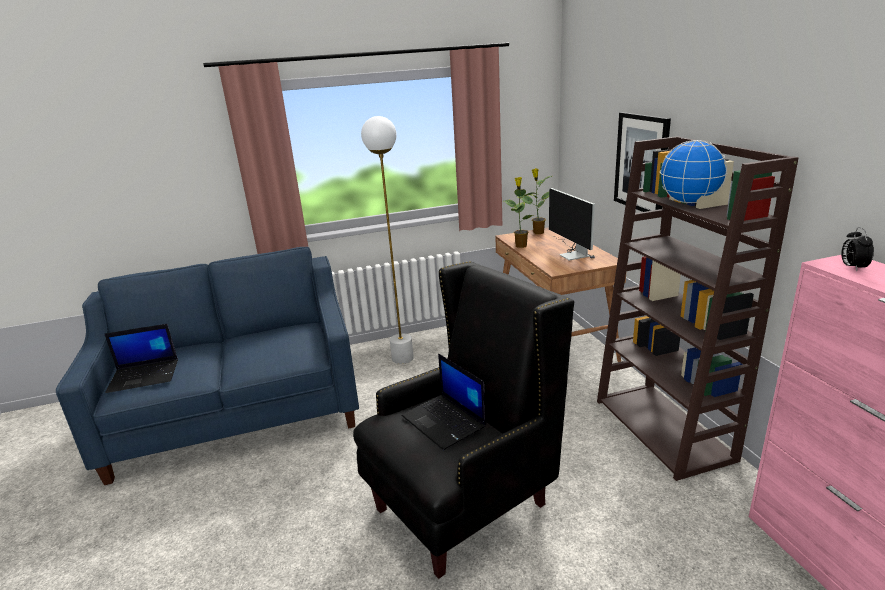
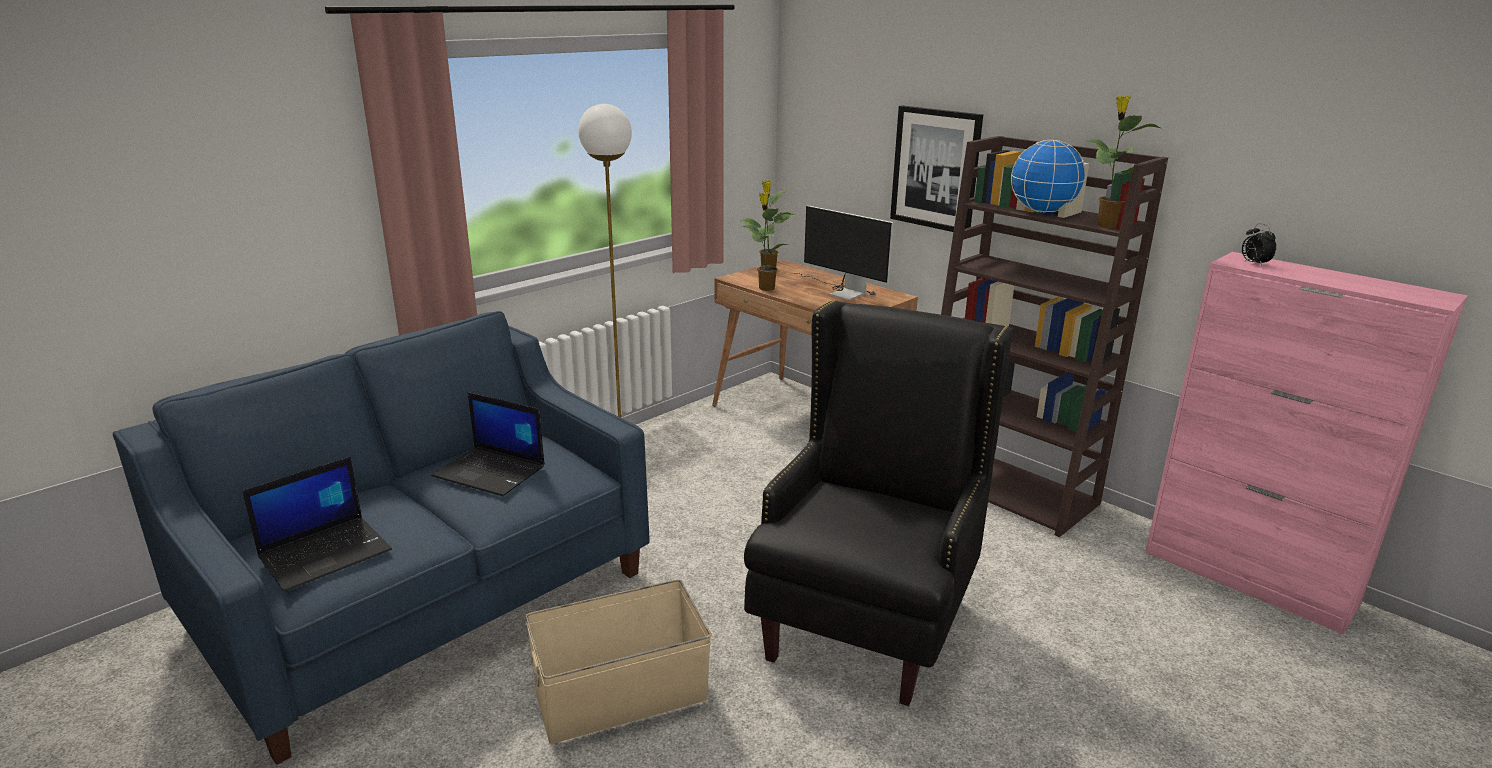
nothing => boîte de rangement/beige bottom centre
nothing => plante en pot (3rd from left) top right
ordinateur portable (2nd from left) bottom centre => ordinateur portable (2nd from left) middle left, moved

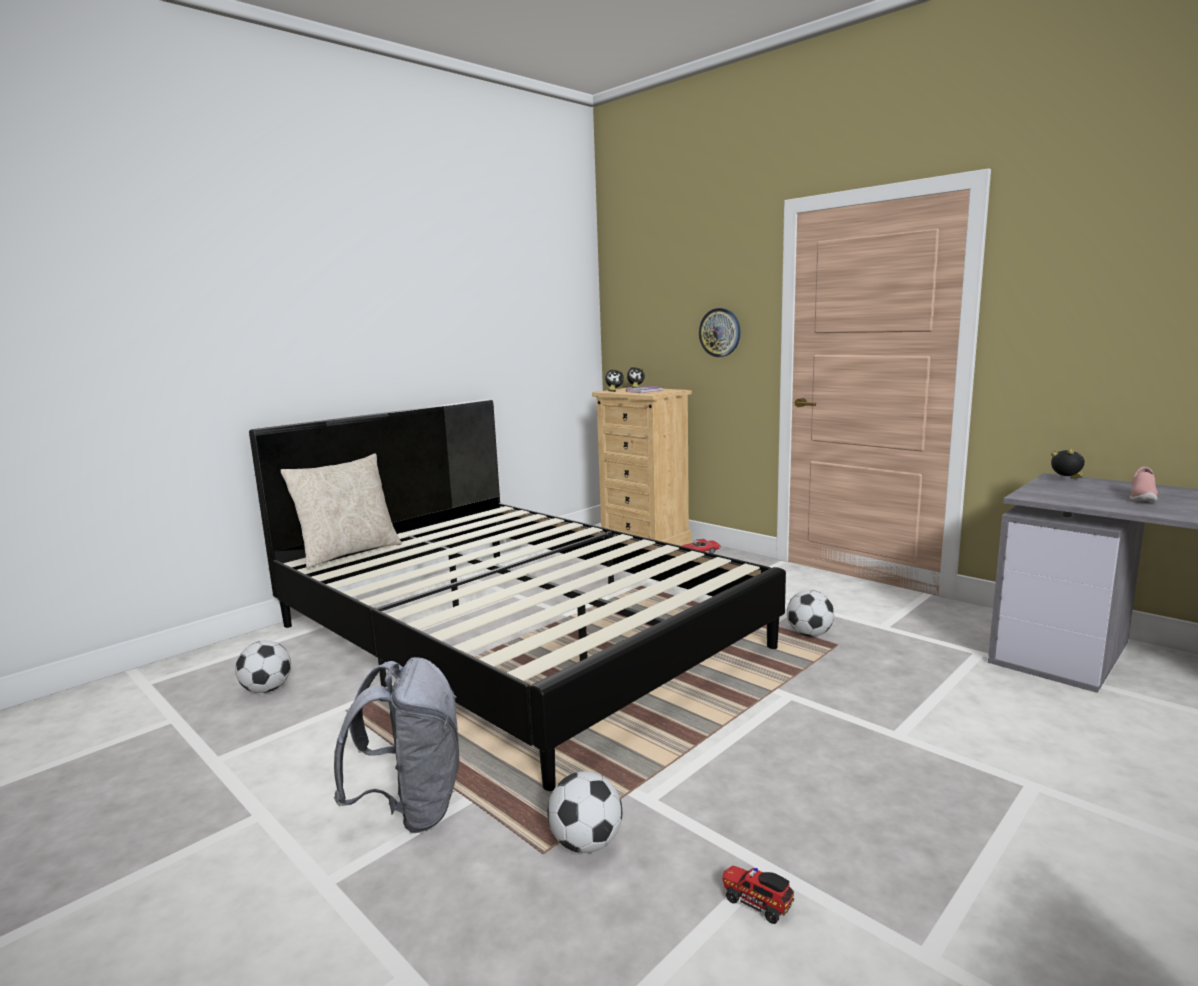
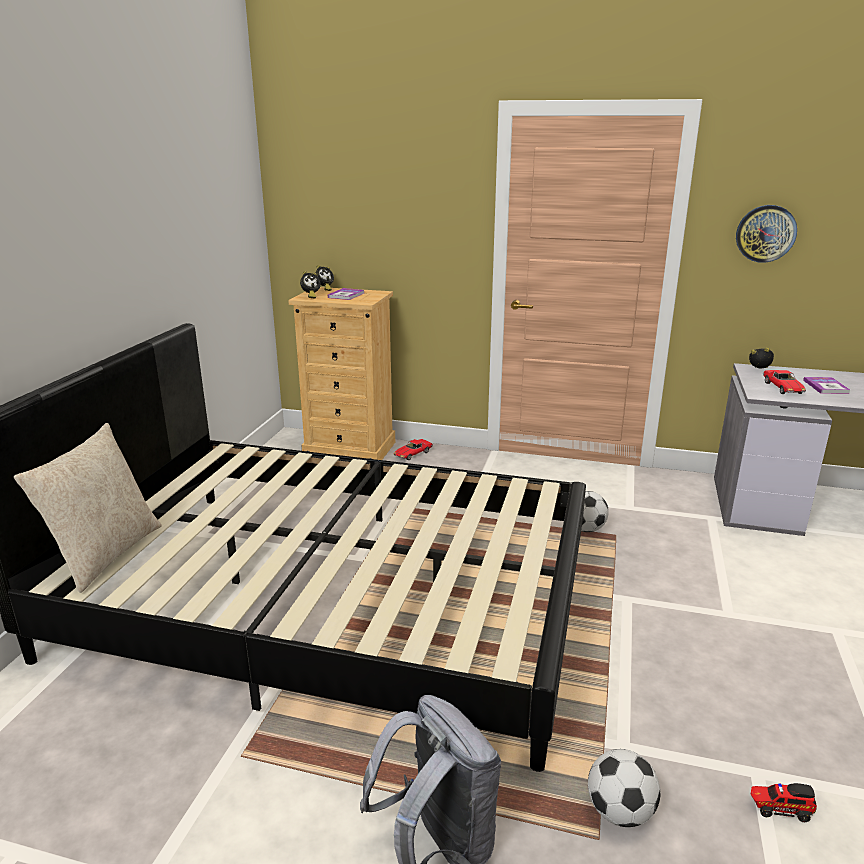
ballon de foot (1st from left) bottom left => nothing
nothing => petite voiture (2nd from left) middle right
horloge murale centre => horloge murale top right, moved
chaussure/rose middle right => livre (2nd from left) middle right

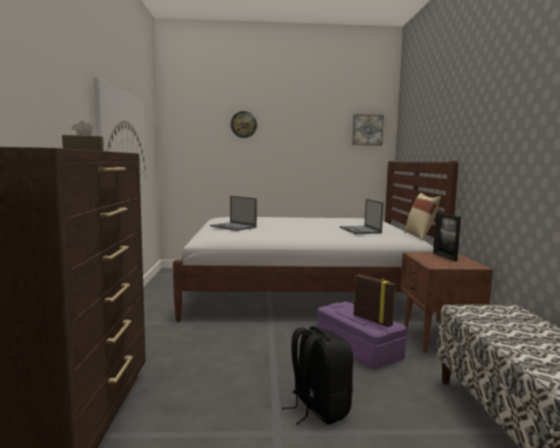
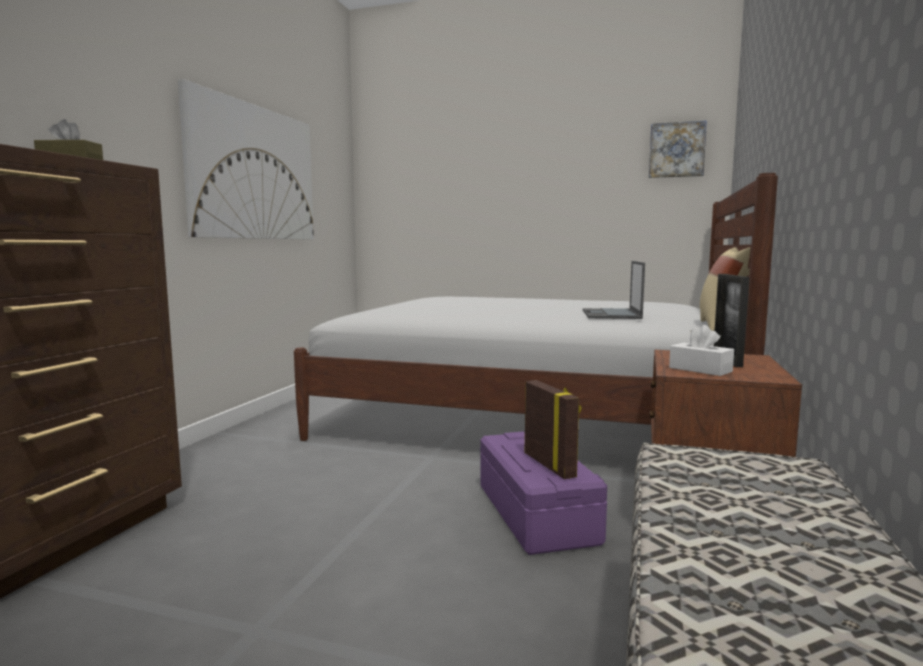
ordinateur portable (1st from left) centre => nothing
horloge murale top centre => nothing
sac à dos/noir bottom centre => nothing
nothing => boîte à mouchoirs/blanc middle right

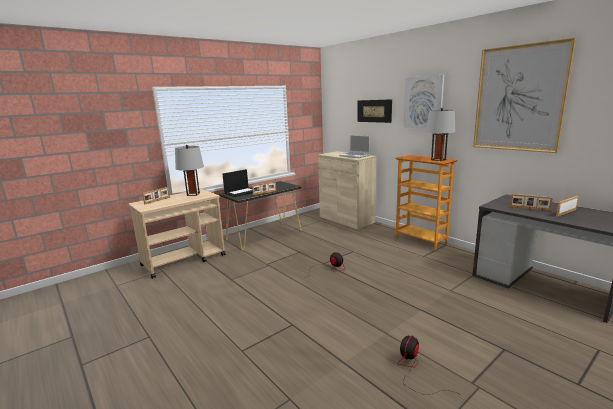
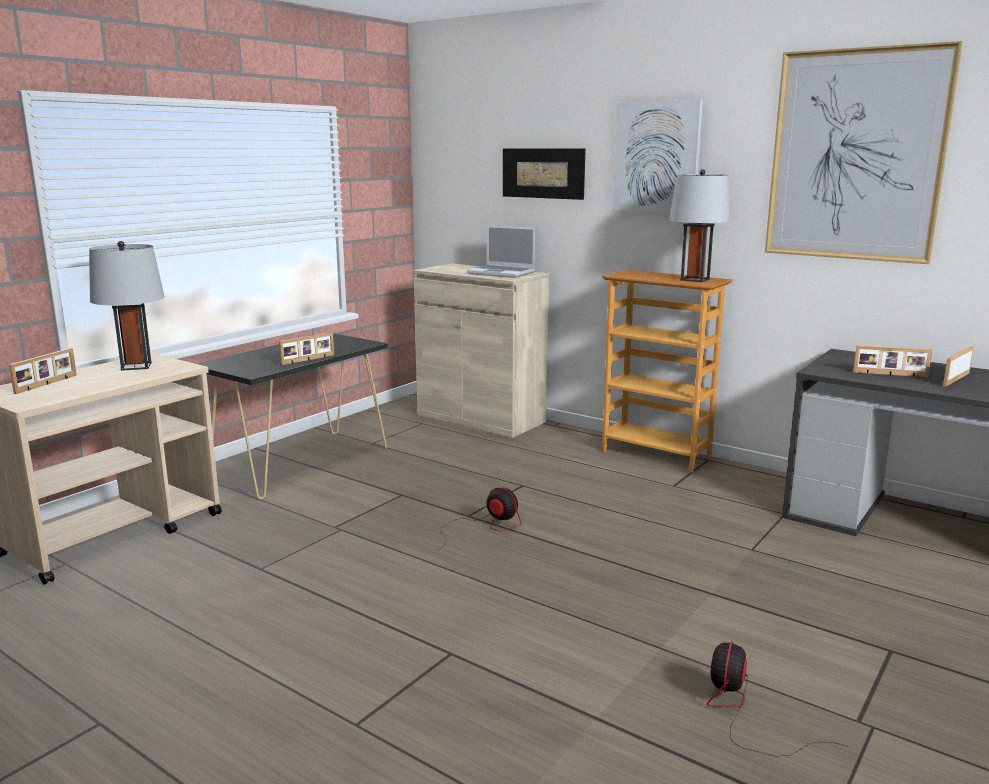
ordinateur portable (1st from left) centre => nothing

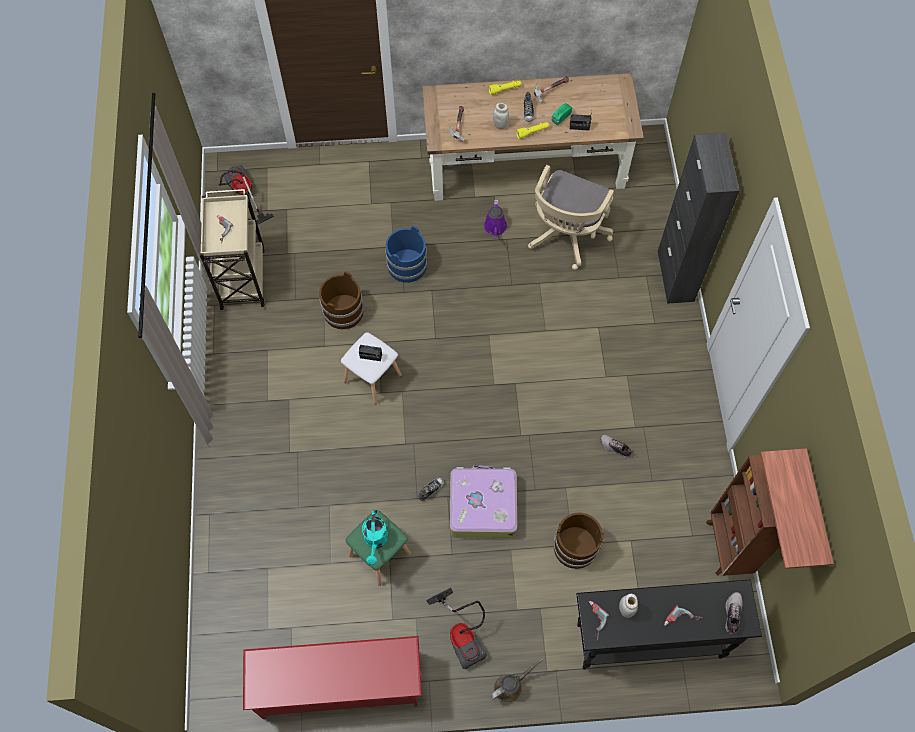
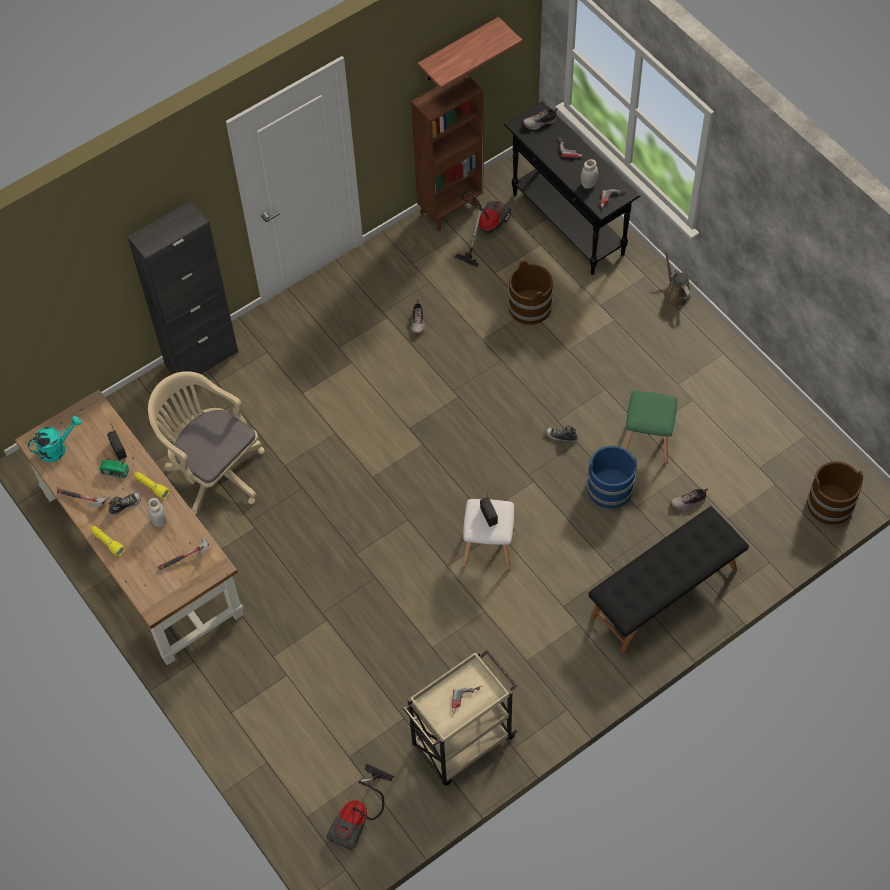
étagère à chaussures/rouge bottom centre => nothing
valise bottom centre => nothing
arrosoir/violet top centre => nothing
nothing => banc/noir middle right
nothing => chaussure (5th from left) middle right
seau/marron (1st from left in the first image) centre => seau/marron (2nd from left) middle right, moved
arrosoir/turquoise bottom centre => arrosoir/turquoise middle left, moved
seau/bleu centre => seau/bleu middle right, moved
aspirateur (2nd from left) bottom centre => aspirateur (2nd from left) top centre, moved
arrosoir/marron bottom centre => arrosoir/marron top right, 45 degrees clockwise
chaise de bureau/beige top centre => chaise de bureau/beige middle left, 135 degrees counterclockwise

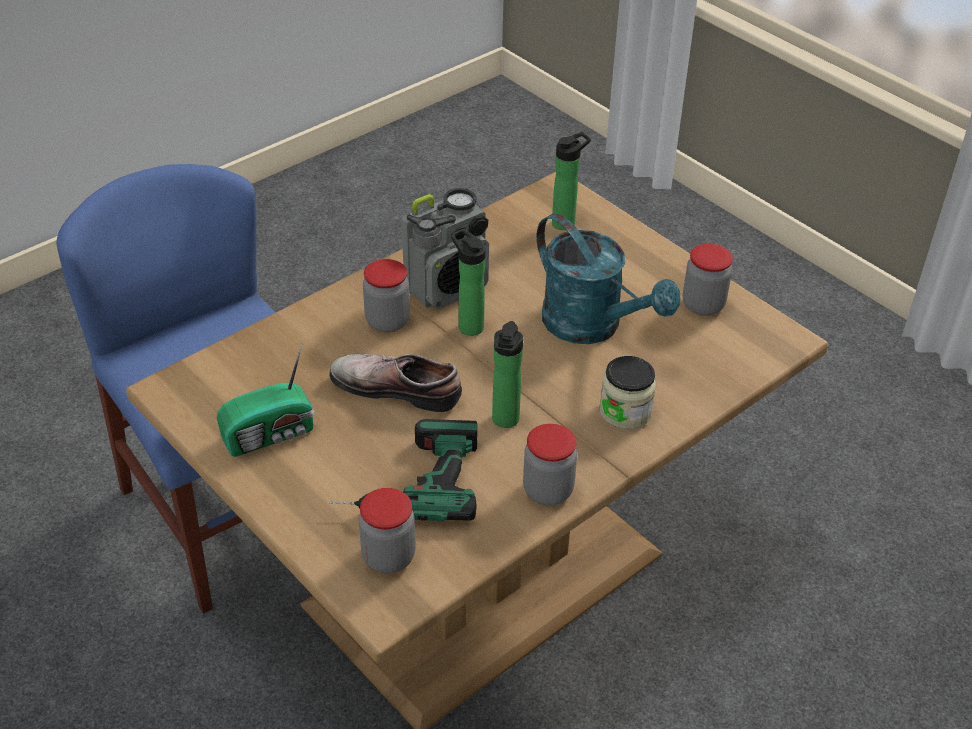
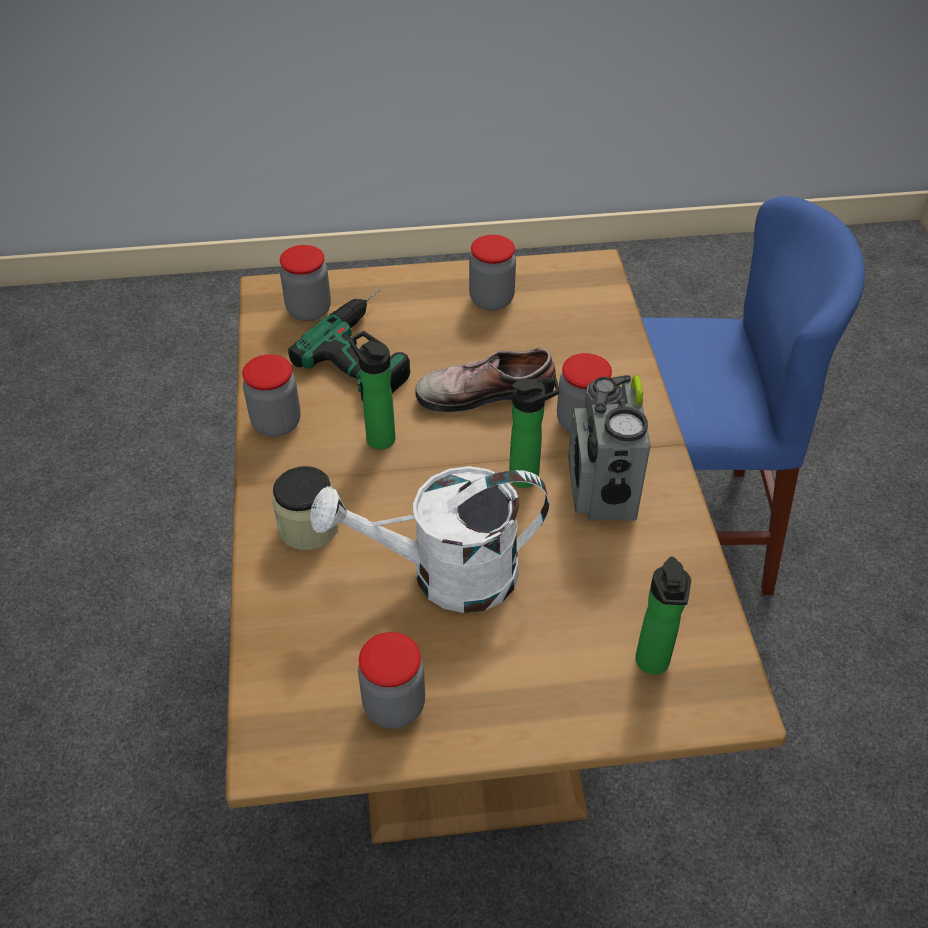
radio (1st from left) middle left => bocal (5th from left) top centre
arrosoir/turquoise centre => arrosoir/blanc centre
chaussure centre, 150 degrees counterclockwise

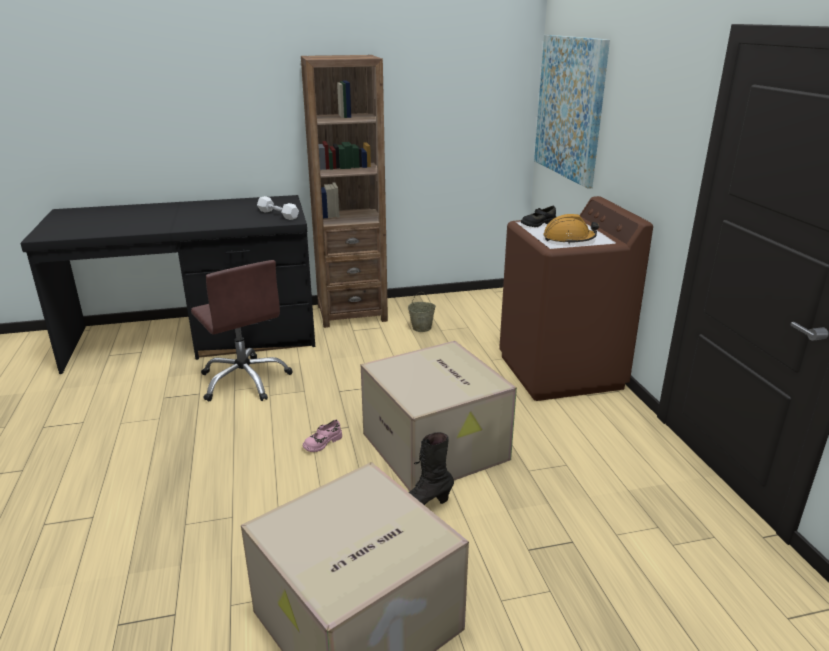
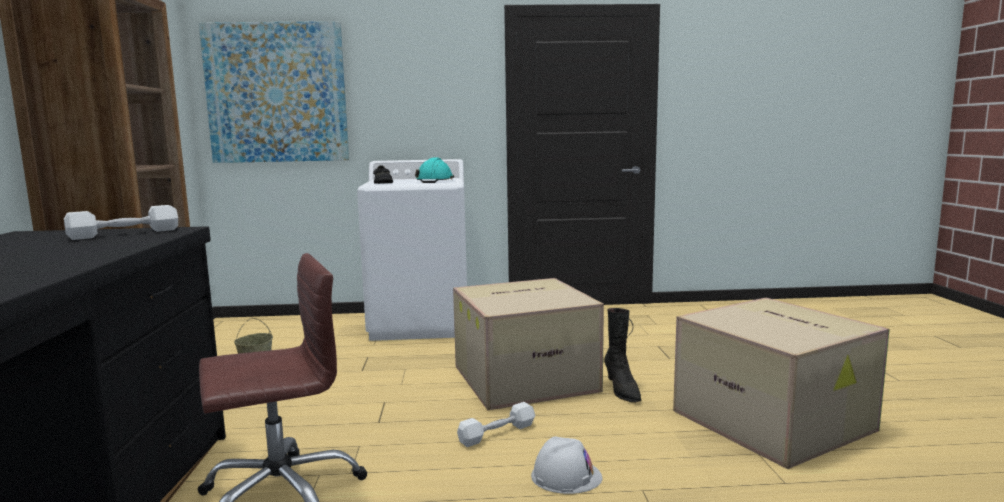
nothing => casque de chantier/blanc bottom centre
chaussure/rose bottom centre => haltère/blanc (2nd from left) bottom centre
lave-linge/marron middle right => lave-linge/blanc centre
casque de chantier/orange middle right => casque de chantier/turquoise centre

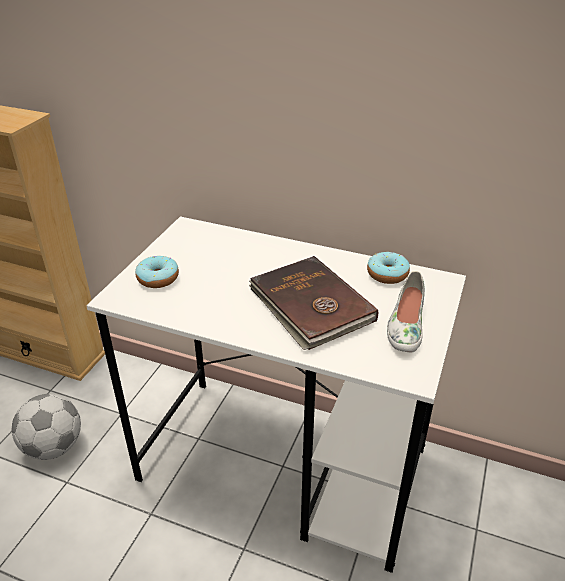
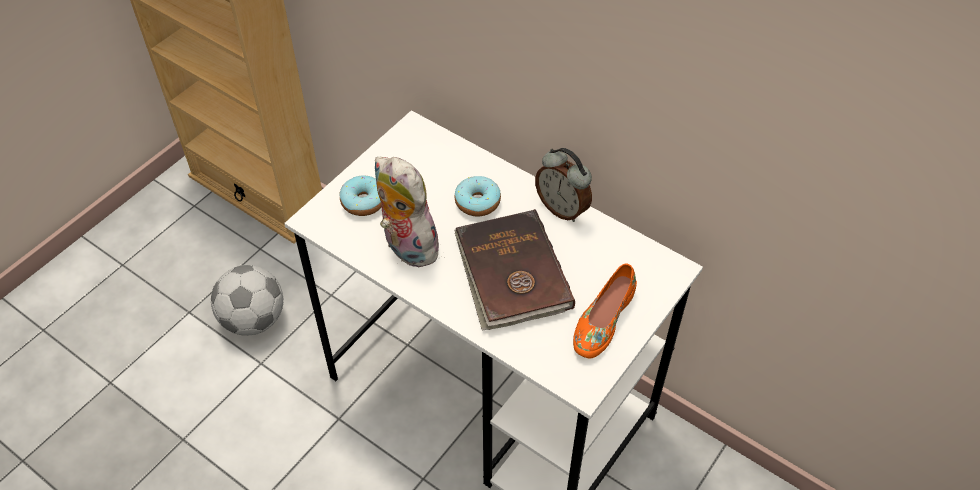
nothing => peluche centre
nothing => réveil centre
beignet (2nd from left) middle right => beignet (2nd from left) centre, moved
chaussure/blanc middle right => chaussure/orange centre

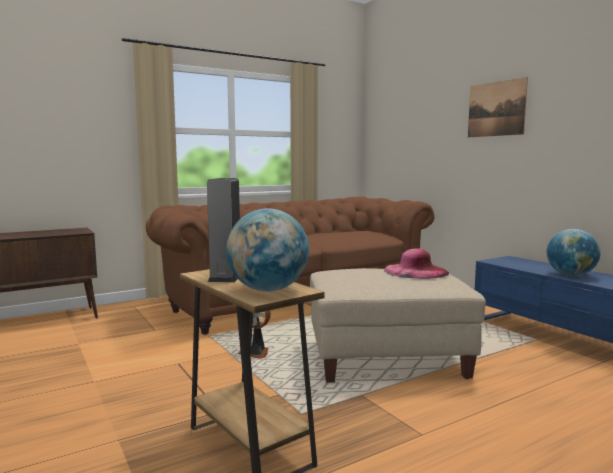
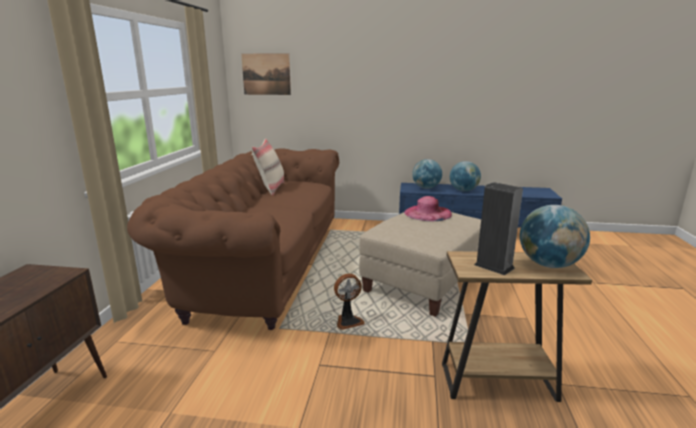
nothing => coussin/beige centre
nothing => globe (1st from left) centre
tableau top right => tableau top centre, moved

